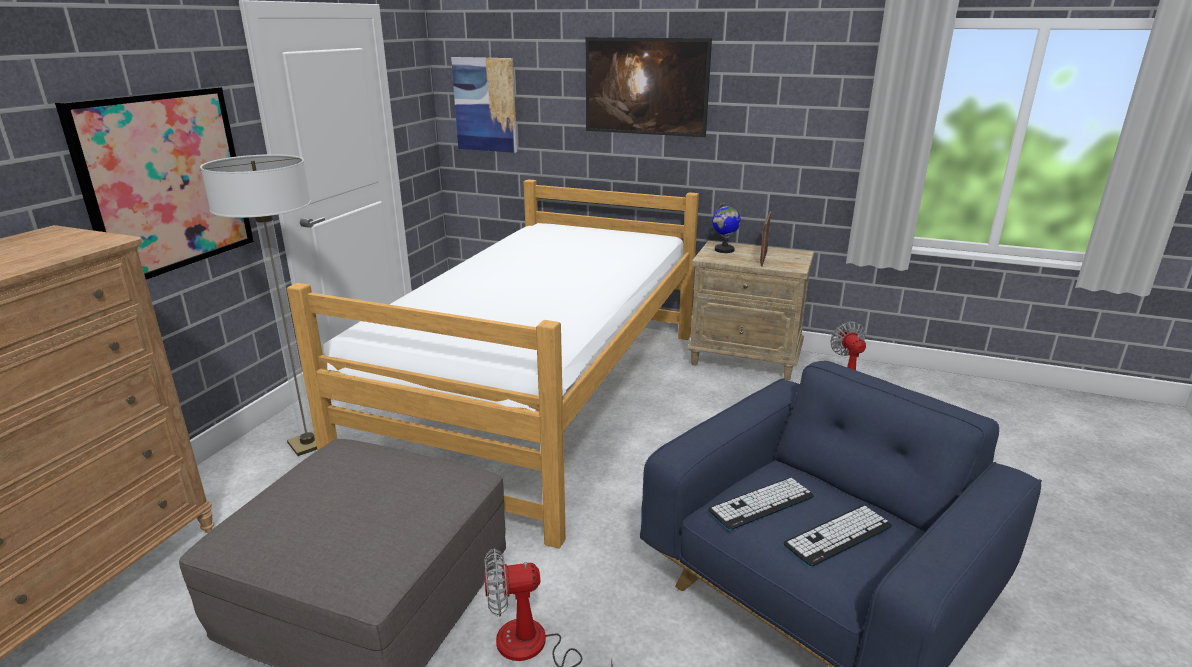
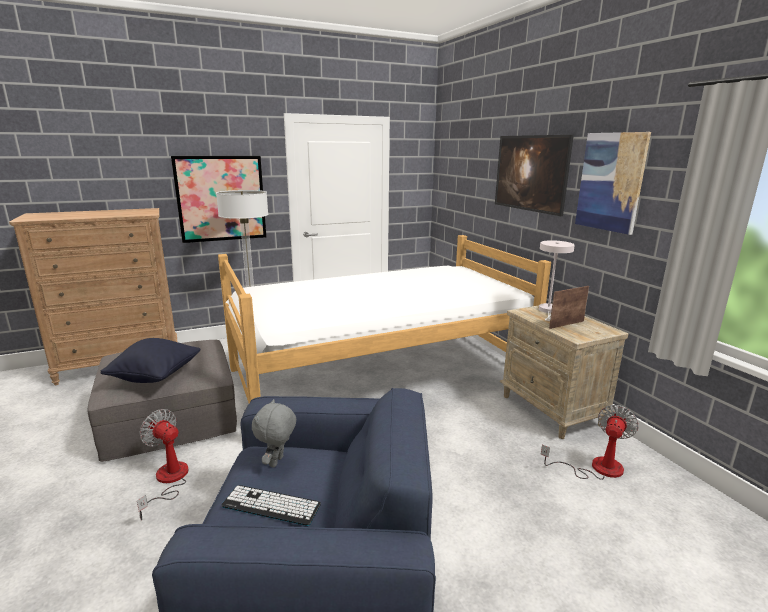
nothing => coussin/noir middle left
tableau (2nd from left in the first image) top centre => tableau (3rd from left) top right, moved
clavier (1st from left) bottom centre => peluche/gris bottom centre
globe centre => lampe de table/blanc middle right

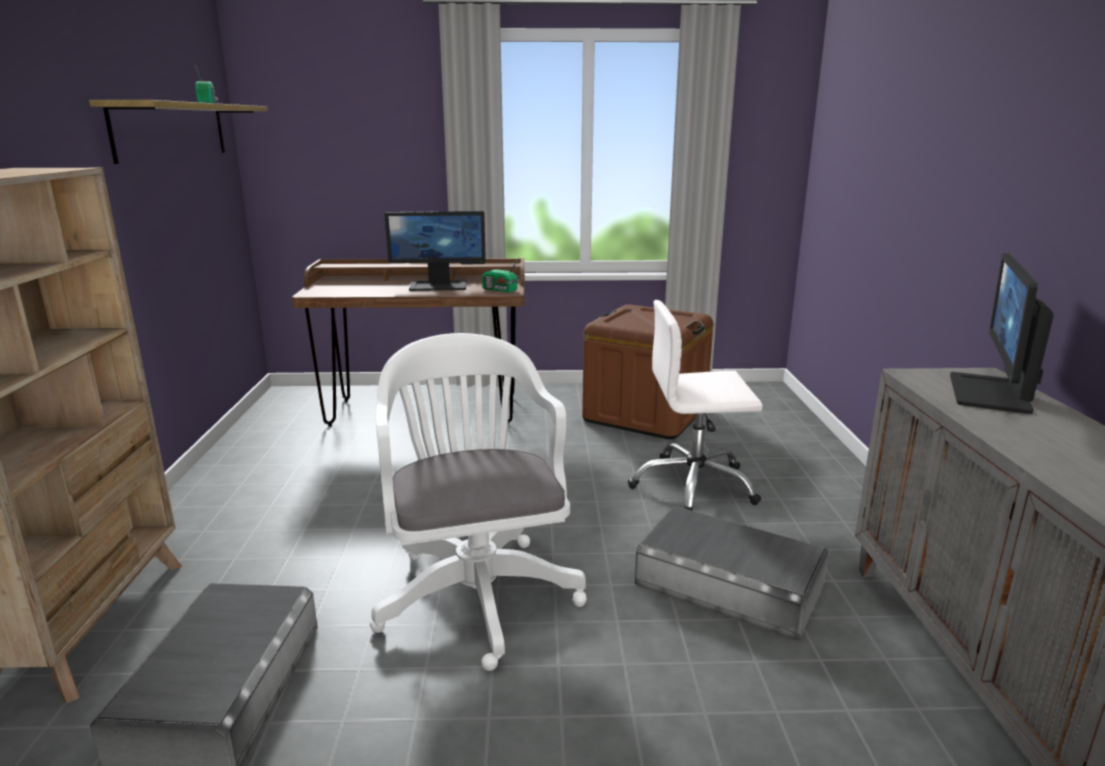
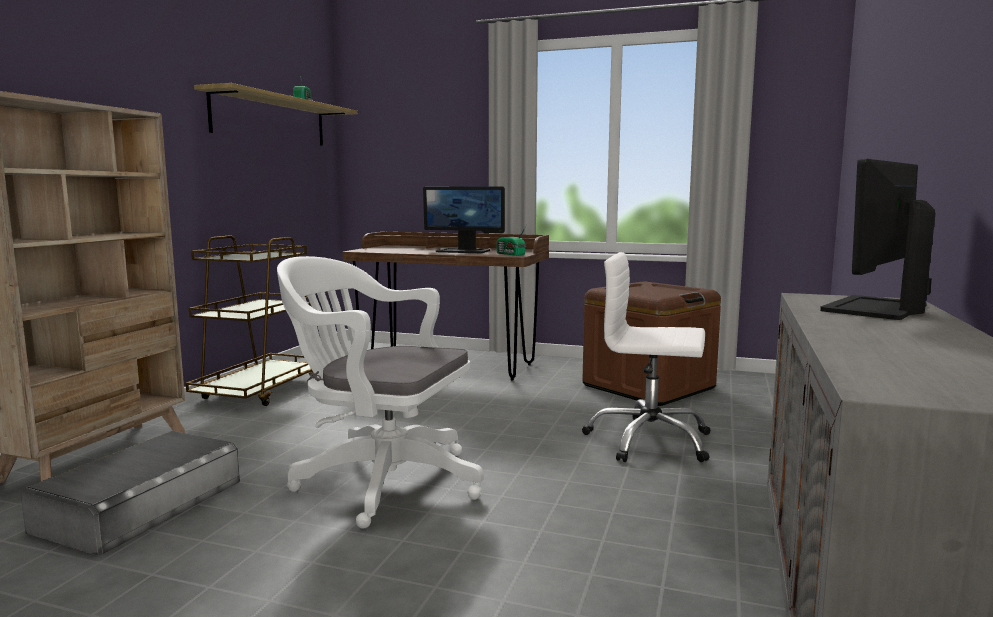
boîte de rangement/gris (2nd from left) bottom centre => nothing
nothing => chariot/marron middle left
chaise de bureau/blanc (1st from left) centre, 75 degrees counterclockwise

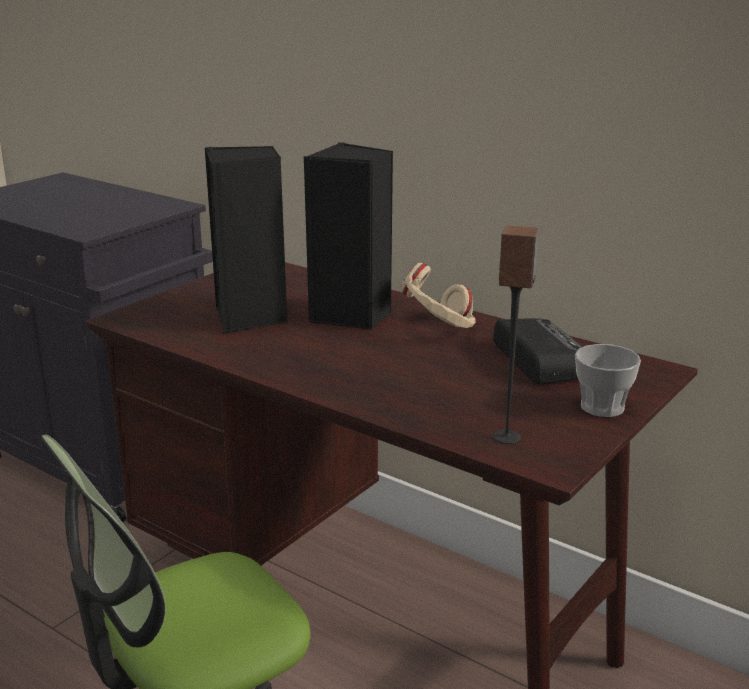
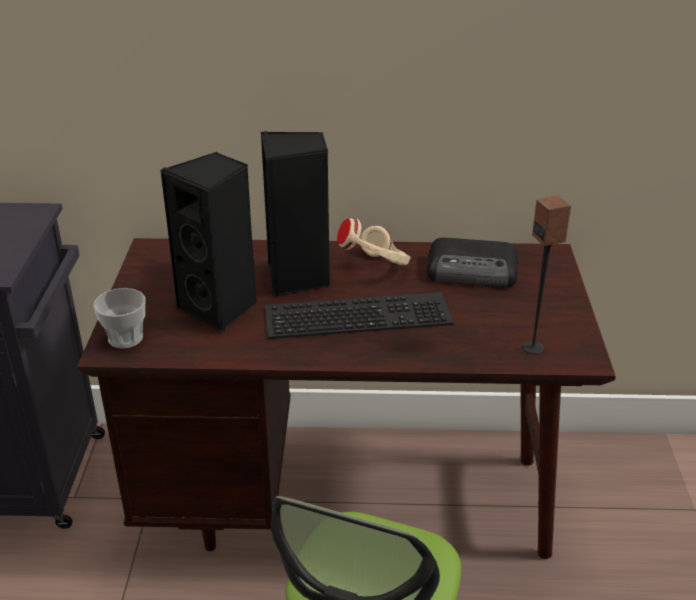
nothing => clavier centre
tasse middle right => tasse middle left, moved
radio middle right, 150 degrees clockwise

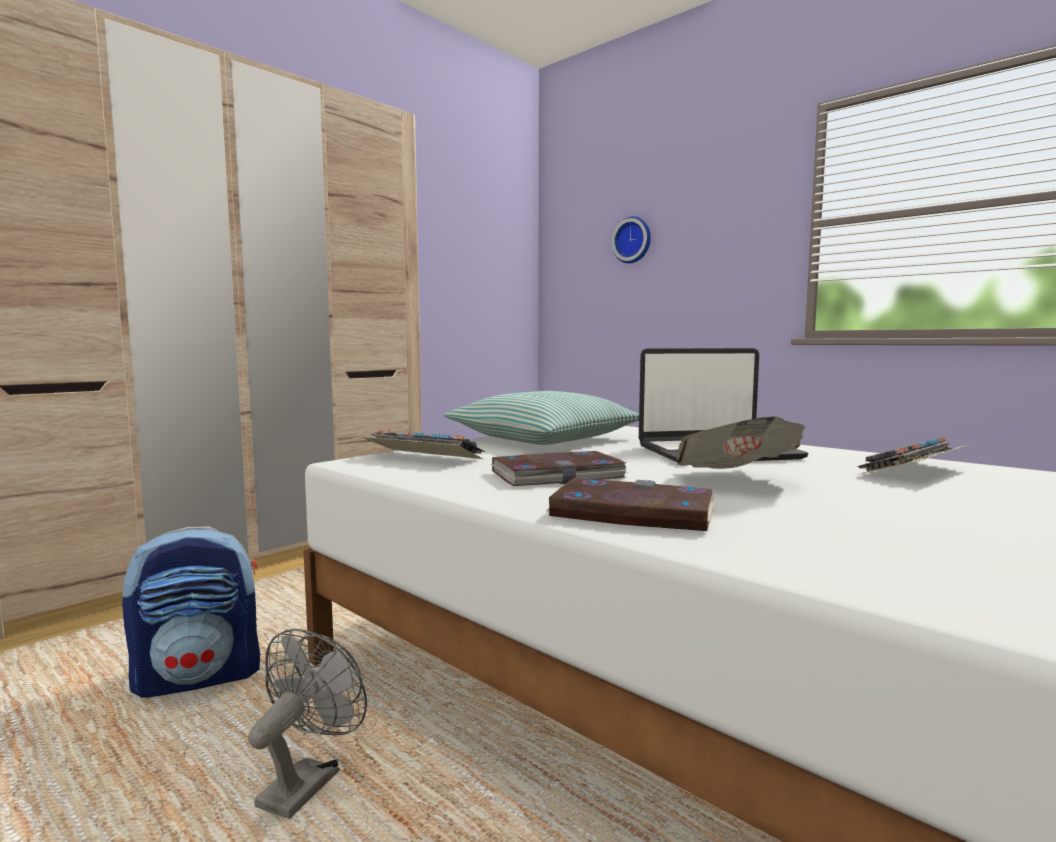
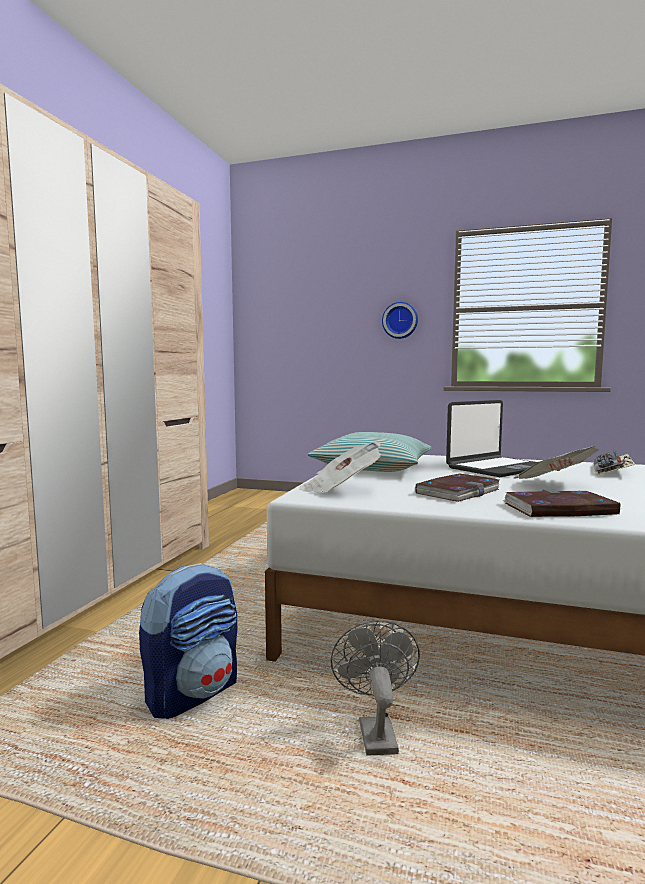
horloge murale top centre => horloge murale centre, moved
clavier (1st from left) centre => journal (1st from left) centre

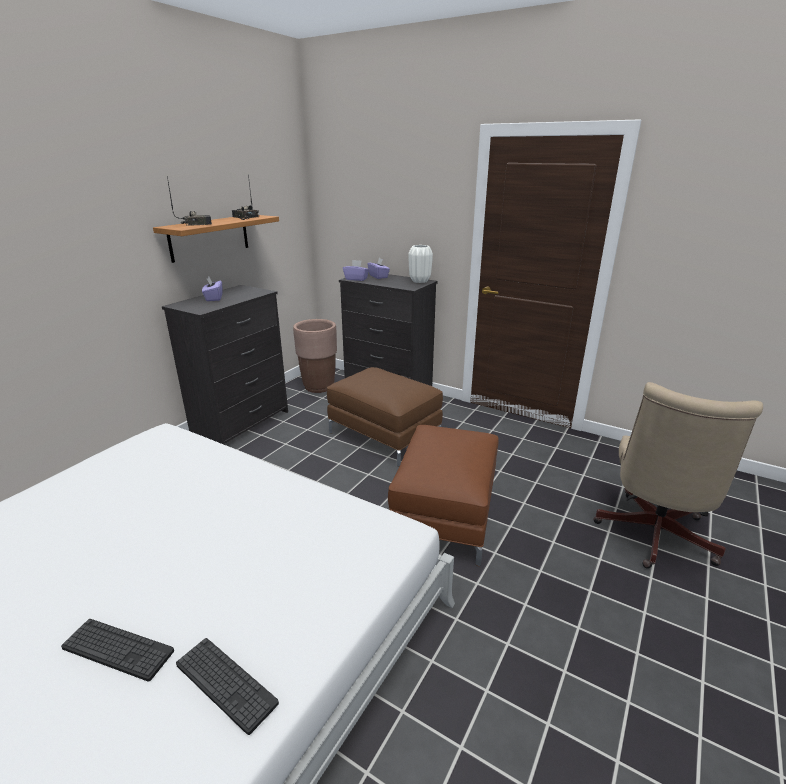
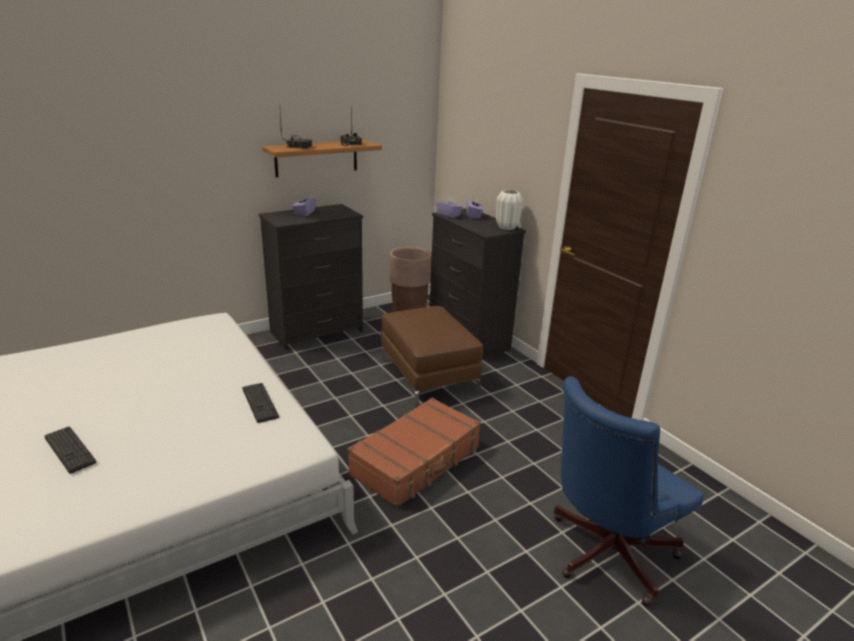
clavier (2nd from left) bottom left => clavier (2nd from left) middle left, moved
pouf/marron (2nd from left) centre => valise/marron bottom centre
chaise de bureau/beige middle right => chaise de bureau/bleu bottom right

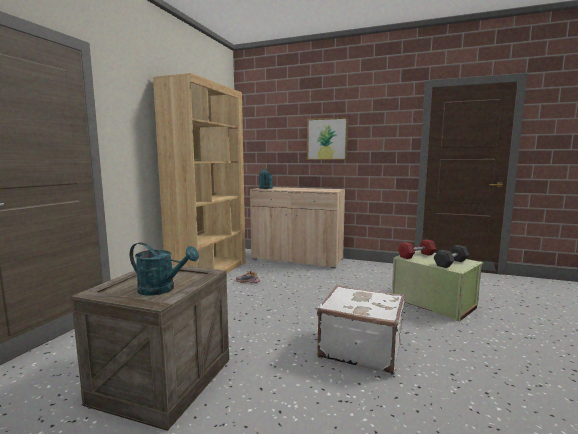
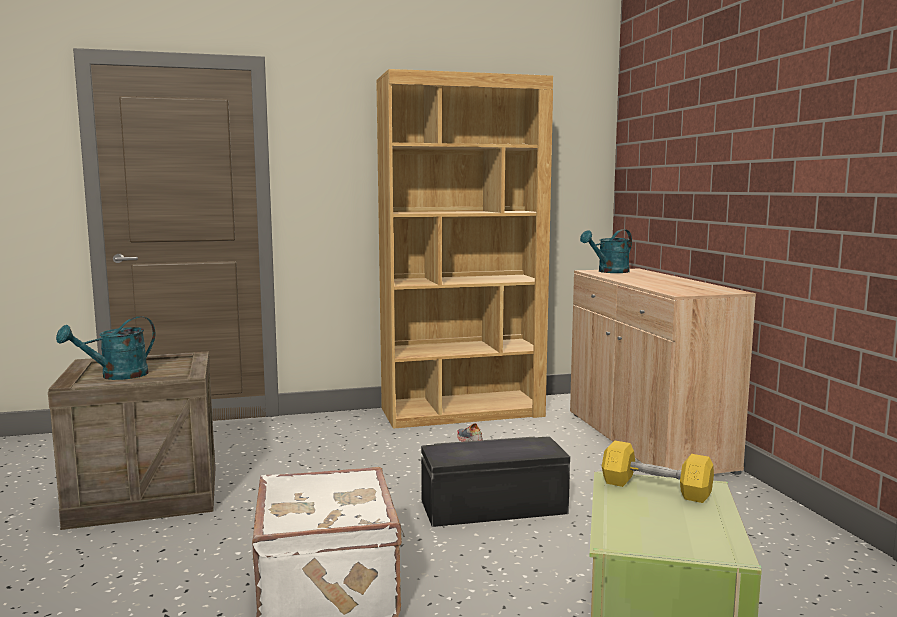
tableau top centre => nothing
haltère/gris middle right => nothing
nothing => boîte de rangement/noir bottom centre
haltère/rouge middle right => haltère/jaune bottom right
arrosoir/turquoise (1st from left) middle left, 60 degrees clockwise

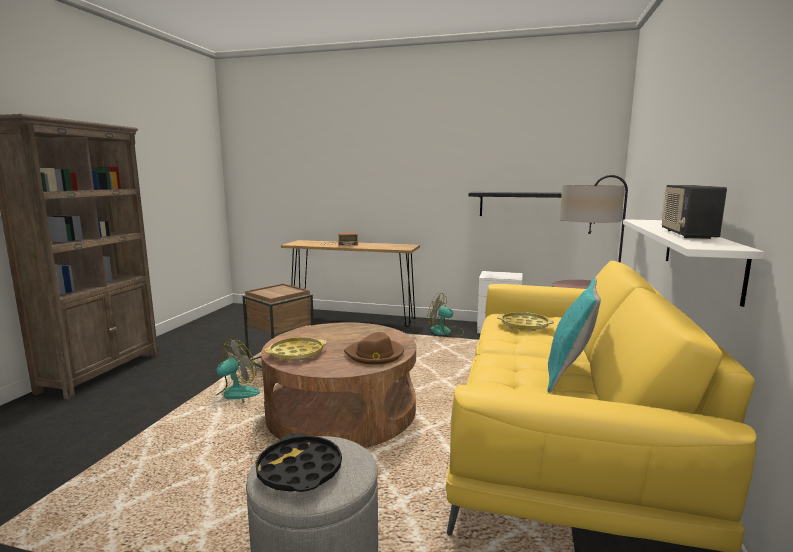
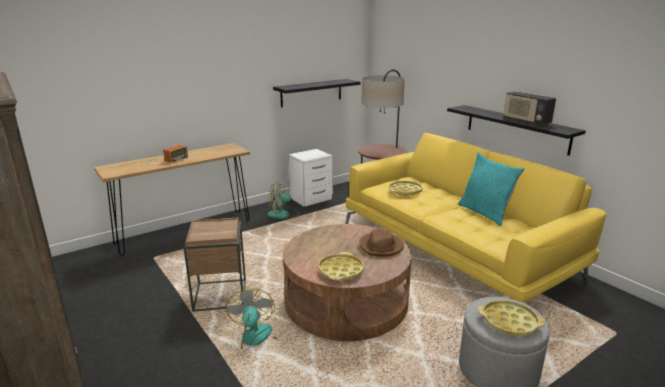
plateau/noir bottom centre => plateau/jaune (3rd from left) bottom right
étagère/blanc middle right => étagère/noir (2nd from left) middle right

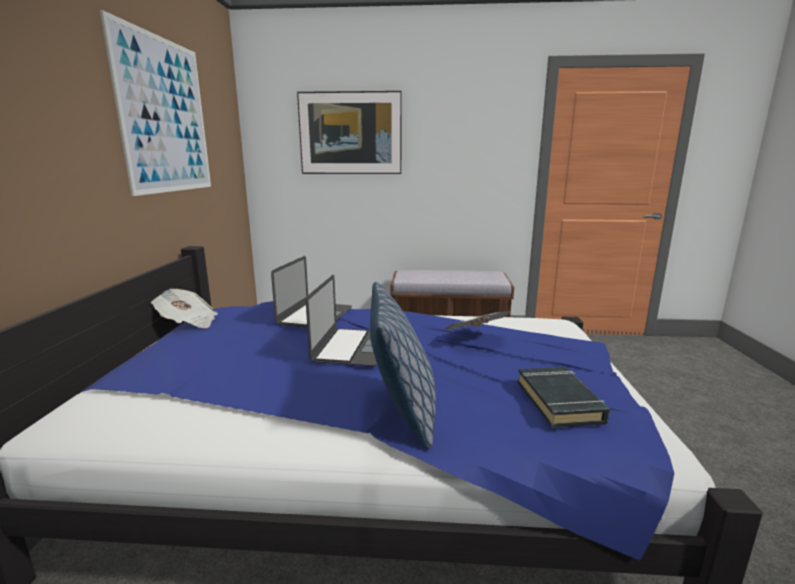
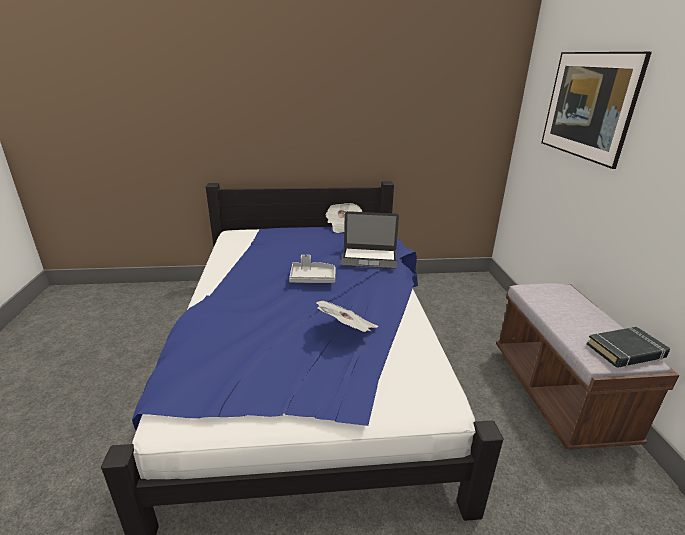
tableau (1st from left) top left => nothing
coussin centre => nothing
livre/noir bottom right => livre/noir middle right, moved
ordinateur portable (2nd from left) centre => plateau/gris centre

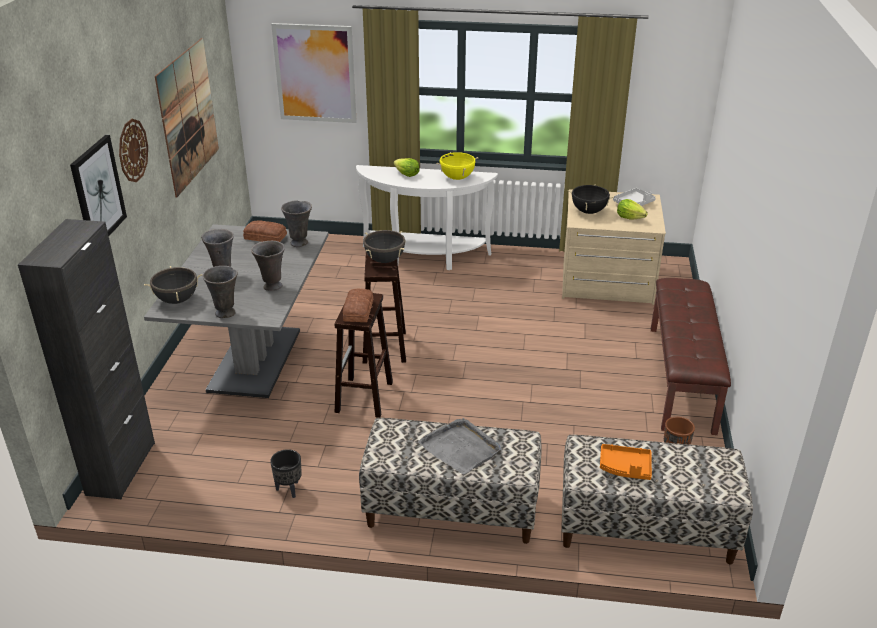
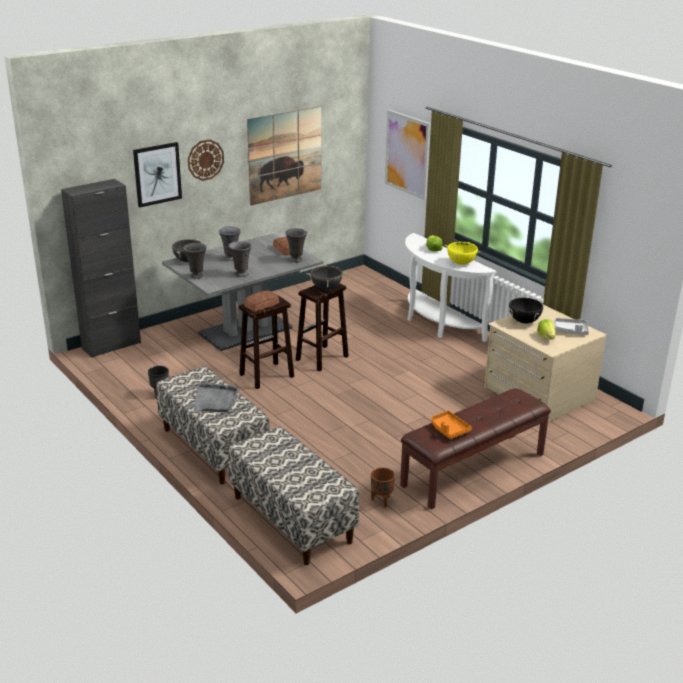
plateau/orange bottom right => plateau/orange centre, moved

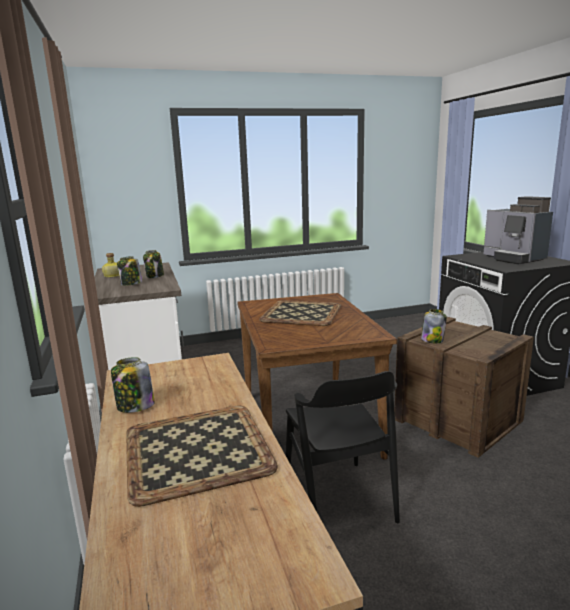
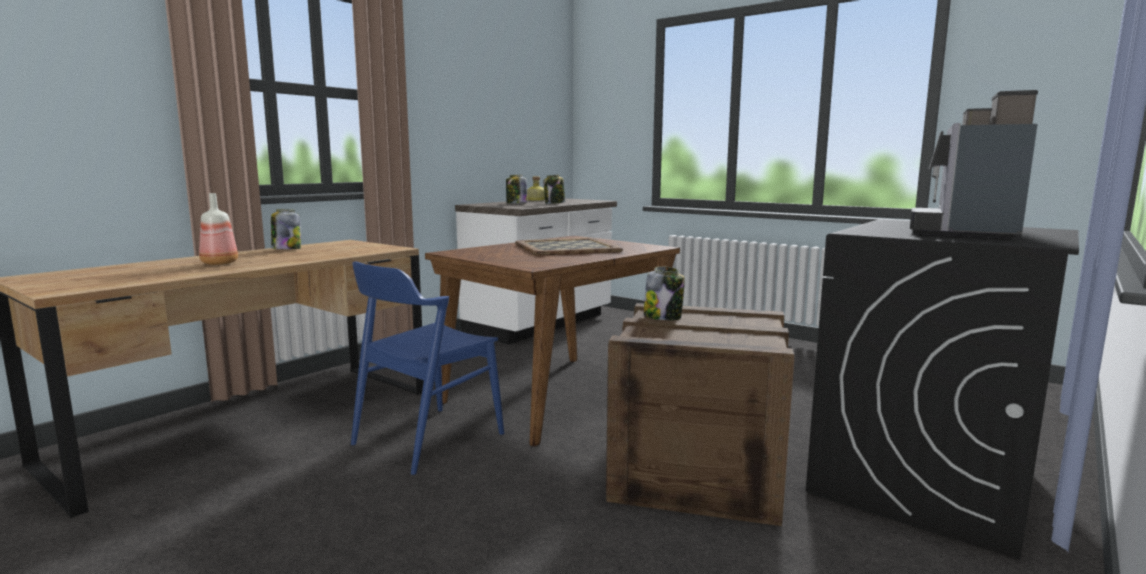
plateau (1st from left) bottom centre => bouteille (1st from left) middle left
chaise/noir bottom centre => chaise/bleu centre

